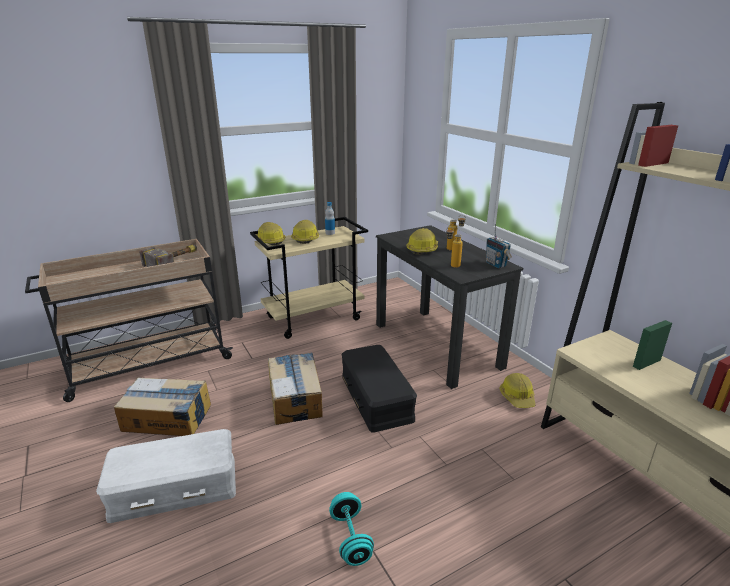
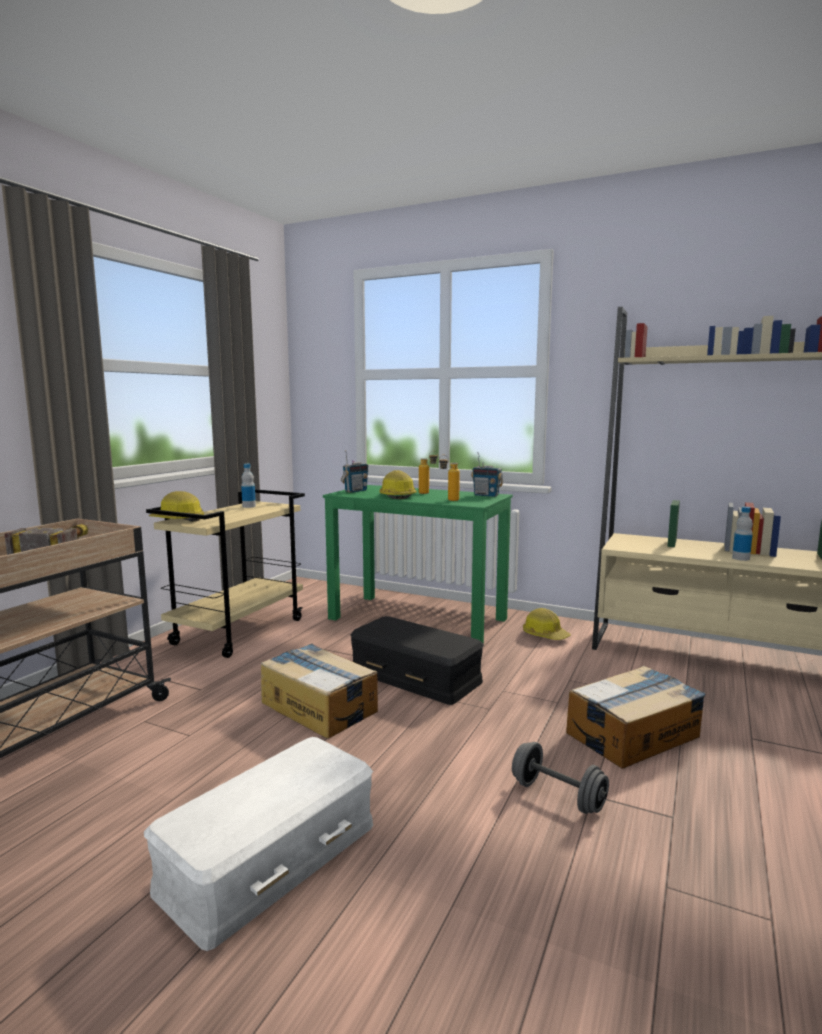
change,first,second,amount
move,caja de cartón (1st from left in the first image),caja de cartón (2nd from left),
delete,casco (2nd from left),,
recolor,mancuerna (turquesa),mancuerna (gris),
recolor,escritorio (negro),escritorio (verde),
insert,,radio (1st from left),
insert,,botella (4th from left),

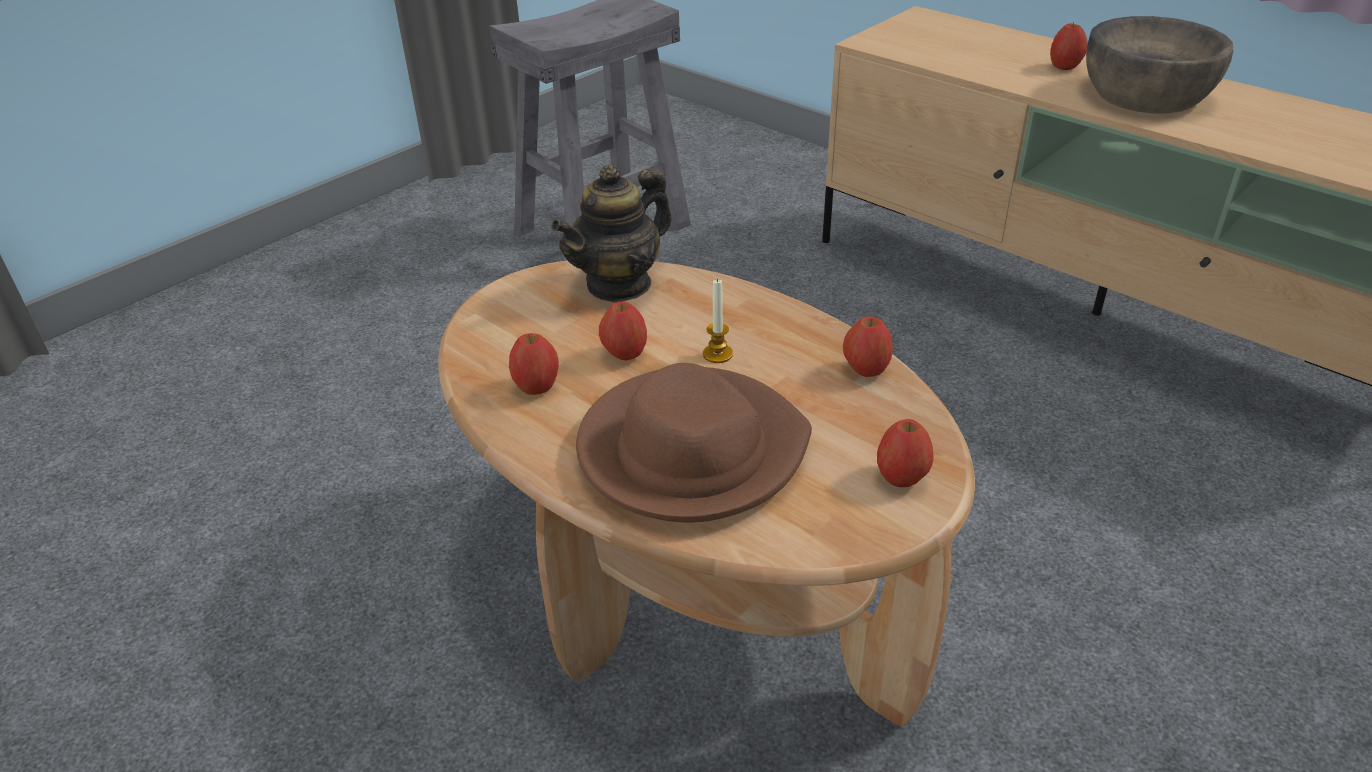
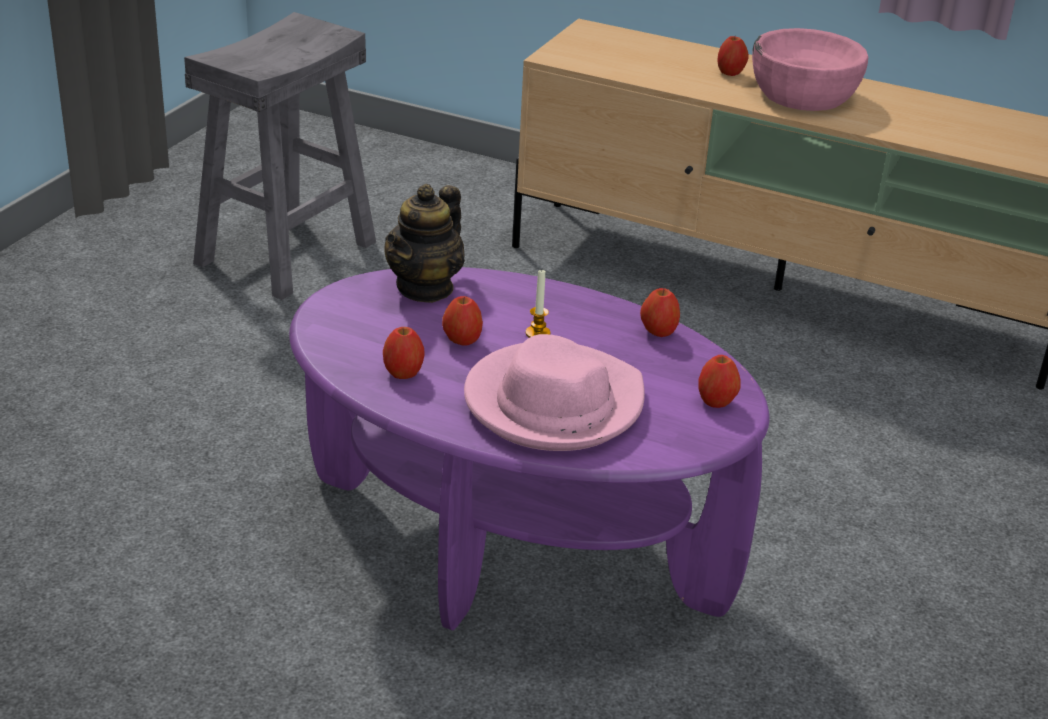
change,first,second,amount
recolor,mesa de centro (marrón),mesa de centro (morado),
recolor,sombrero (marrón),sombrero (rosa),
recolor,cuenco (marrón),cuenco (rosa),

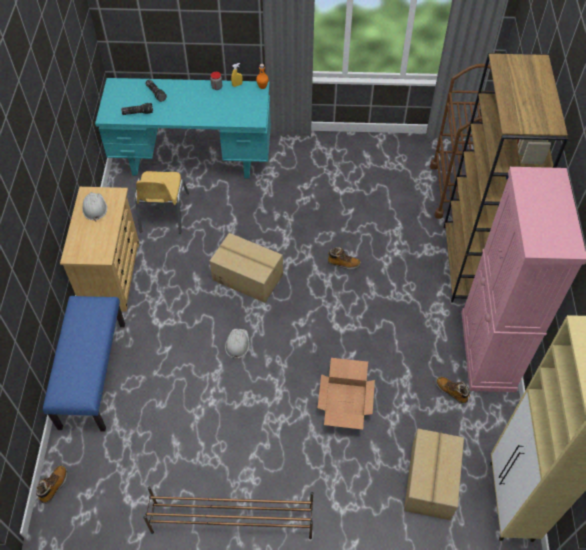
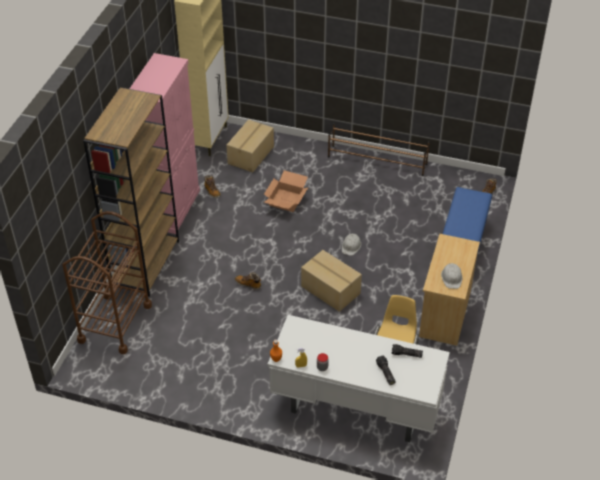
change,first,second,amount
recolor,escritorio (turquesa),escritorio (blanco),

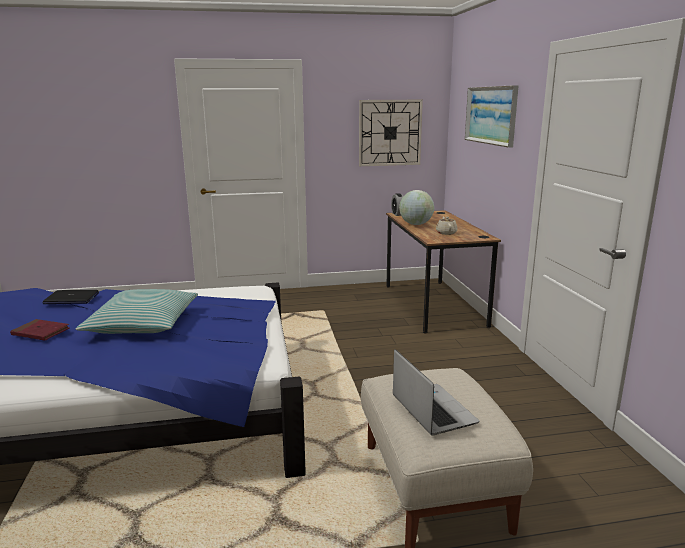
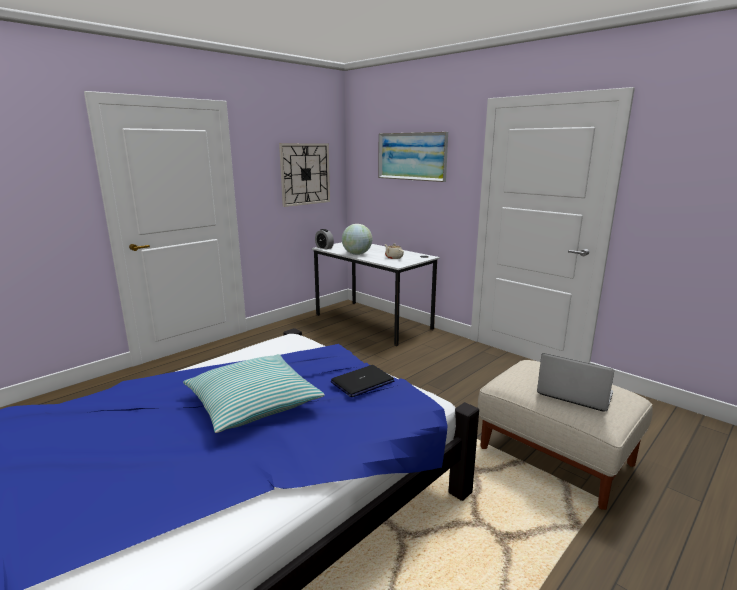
change,first,second,amount
delete,libro (rojo),,
move,portátil (1st from left),,
recolor,escritorio (marrón),escritorio (blanco),

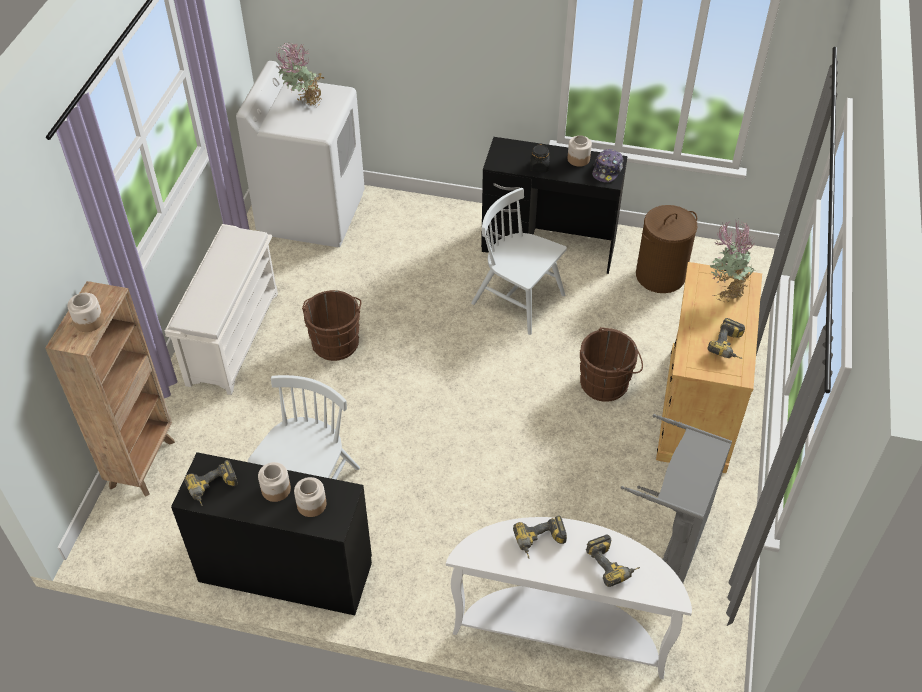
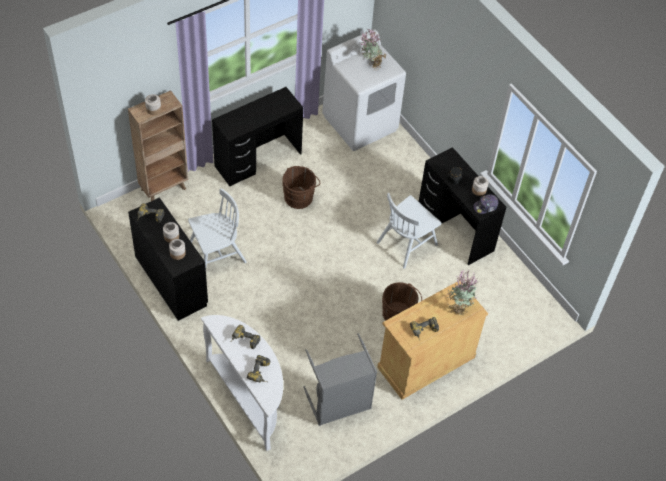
change,first,second,amount
replace,zapatero (blanco),escritorio (negro) (2nd from left),
rotate,silla (blanco) (2nd from left),,120 degrees counterclockwise
delete,cesto de la ropa (marrón),,

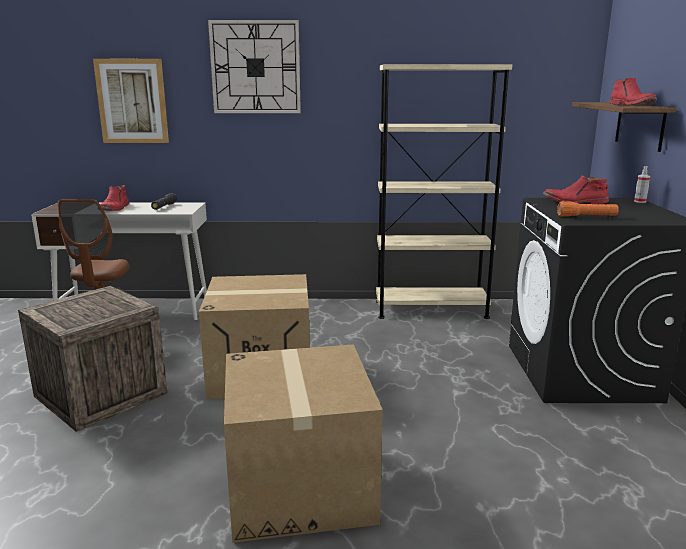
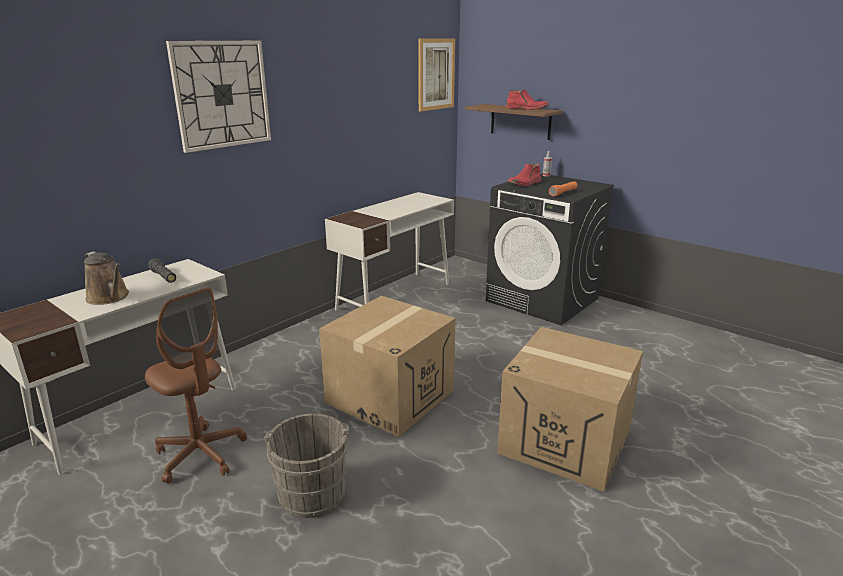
change,first,second,amount
replace,caja de embalaje,cubo (gris),
move,cuadro,,
replace,bota (rojo) (1st from left),regadera (marrón),
replace,estantería (beis),escritorio (blanco) (2nd from left),

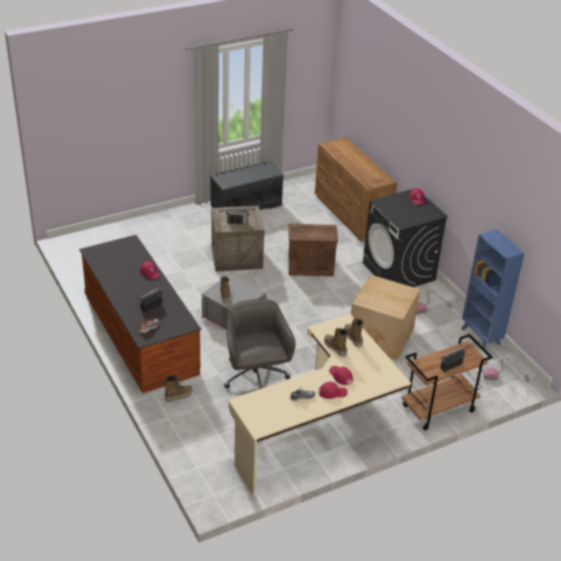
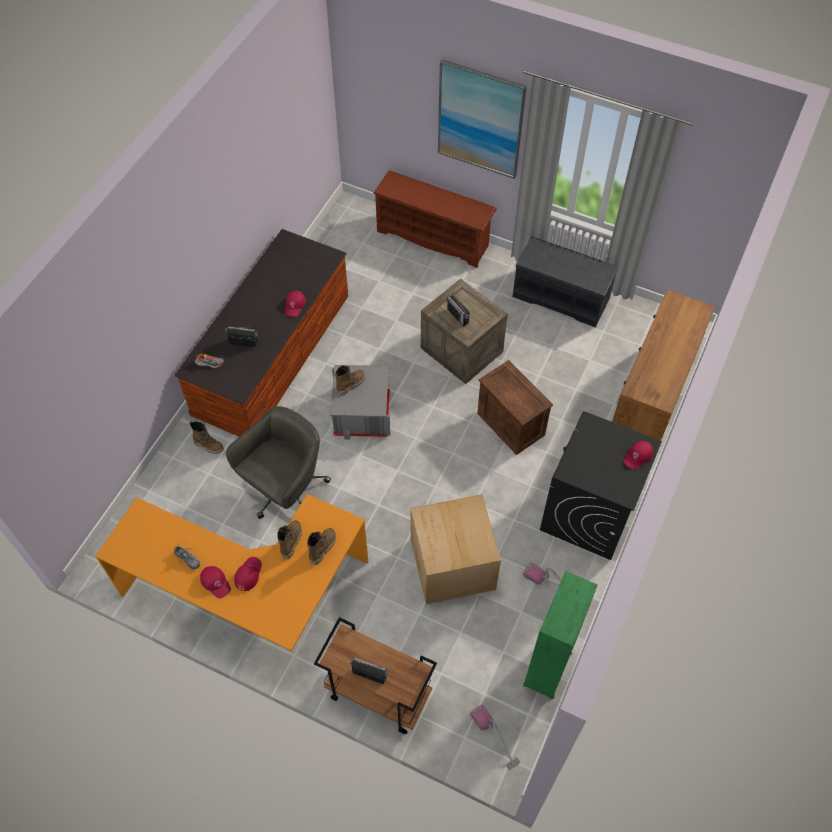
change,first,second,amount
recolor,escritorio (beis),escritorio (naranja),
recolor,estantería (azul),estantería (verde),
insert,,zapatero (marrón),
insert,,cuadro,

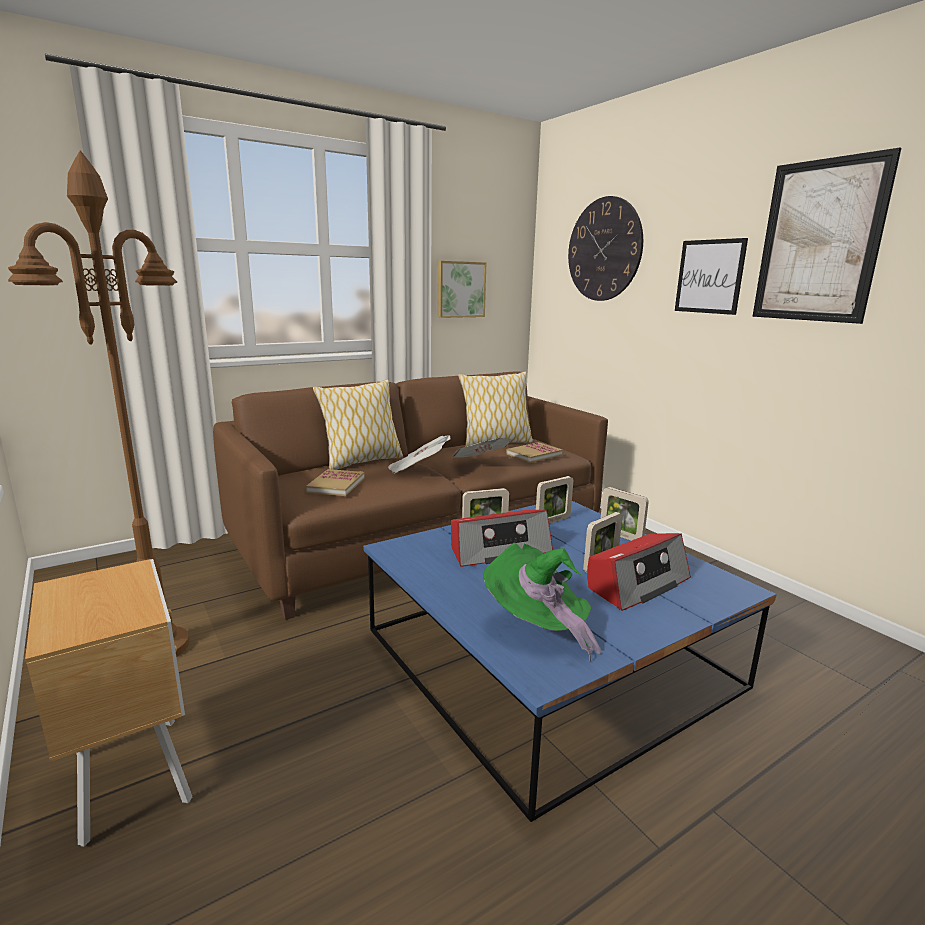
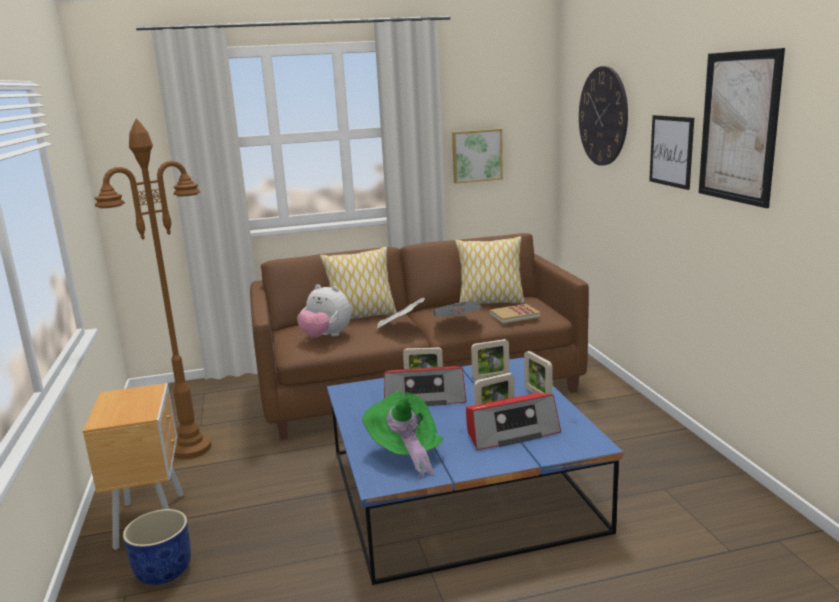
change,first,second,amount
replace,libro (1st from left),peluche,
insert,,maceta (azul),

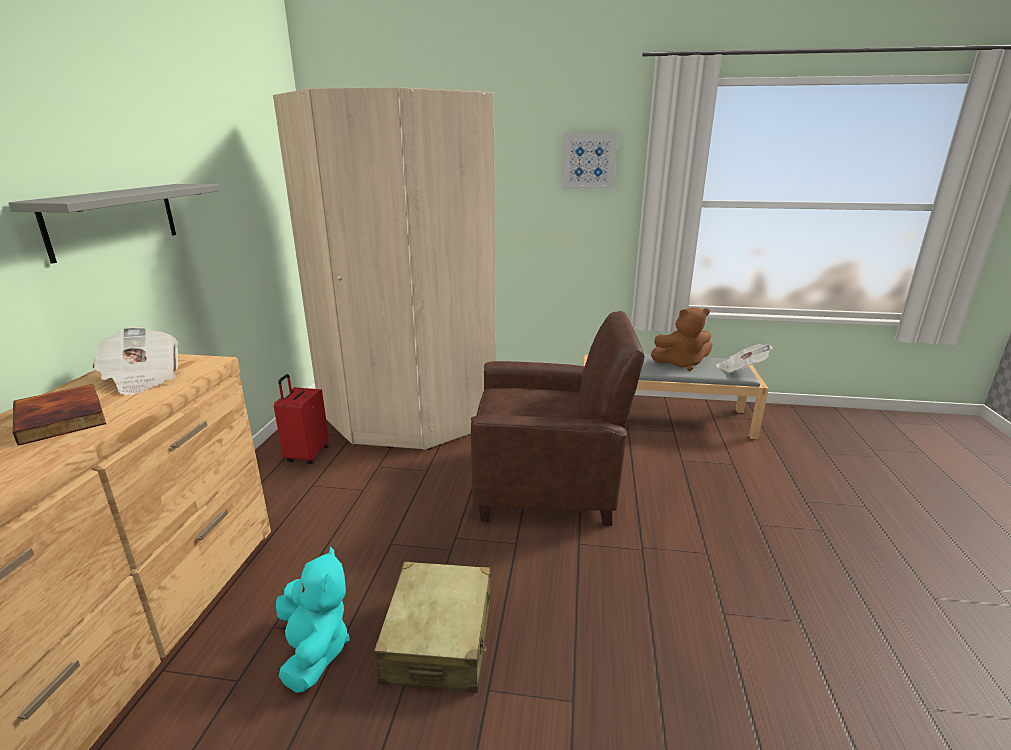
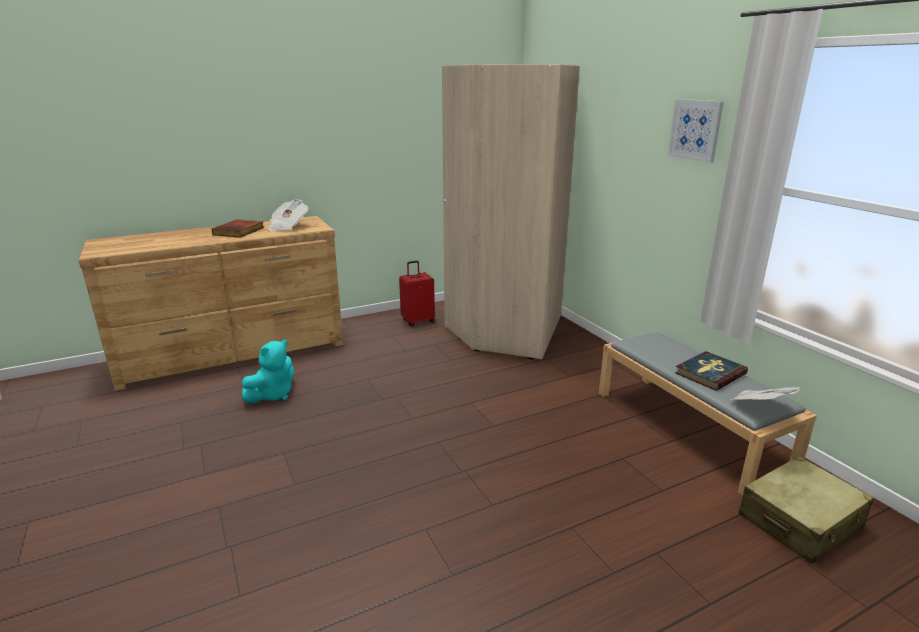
change,first,second,amount
delete,estante (gris),,
move,maleta (beis),,
delete,sillón (marrón),,
replace,peluche (marrón),libro (2nd from left),

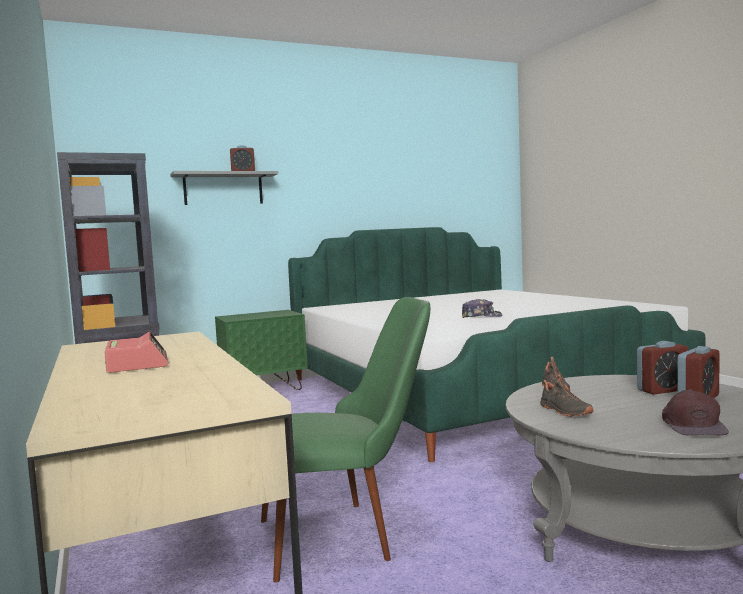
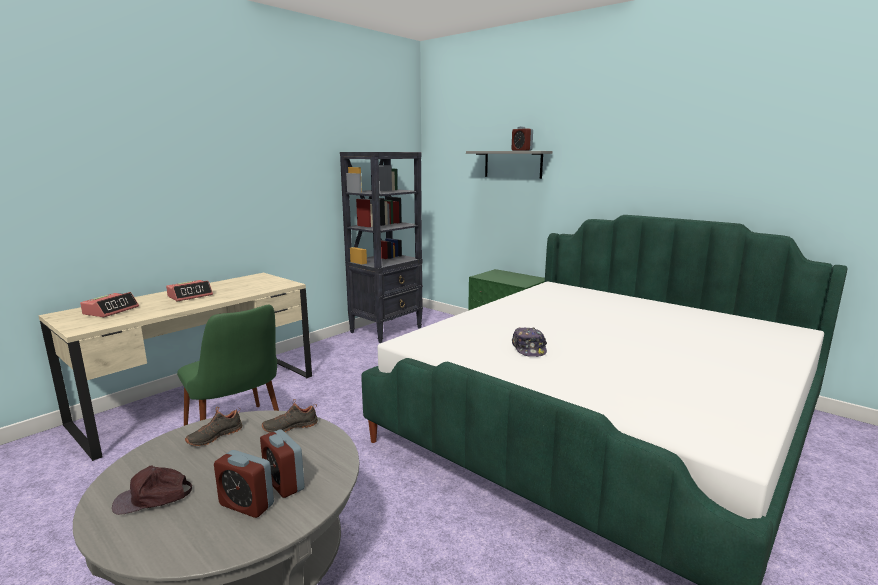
change,first,second,amount
insert,,despertador (1st from left),

